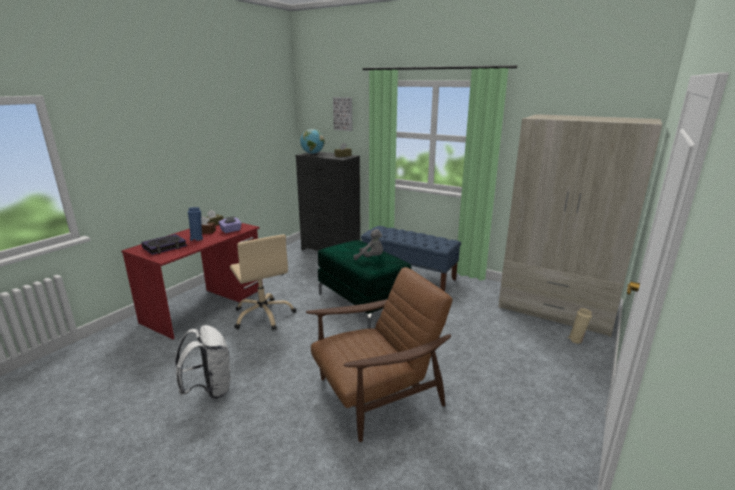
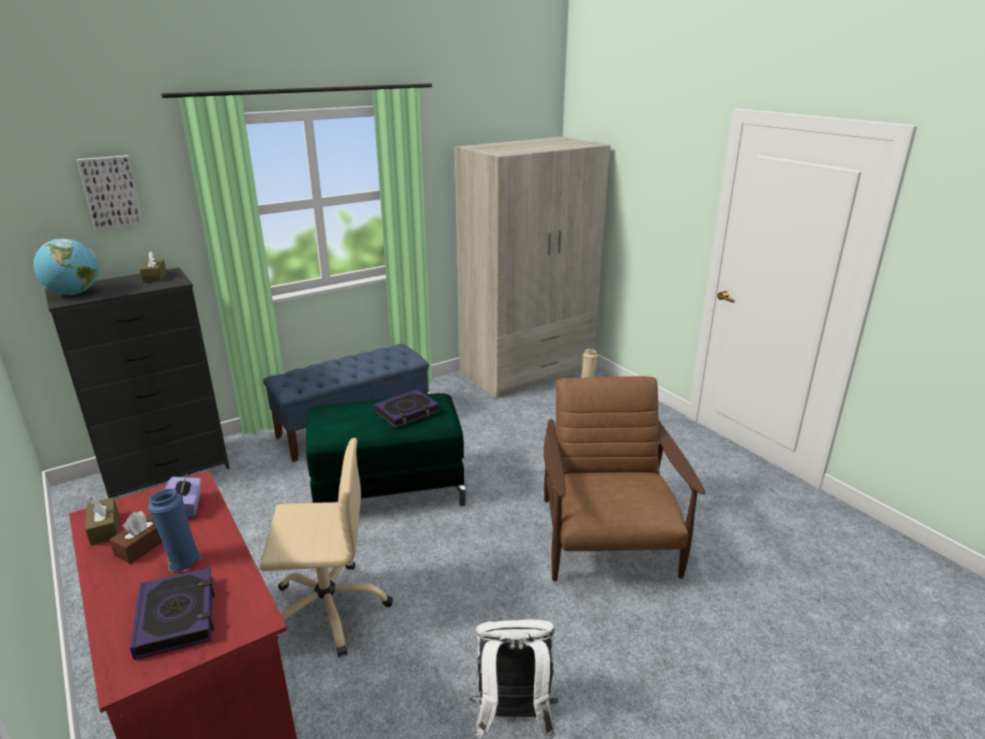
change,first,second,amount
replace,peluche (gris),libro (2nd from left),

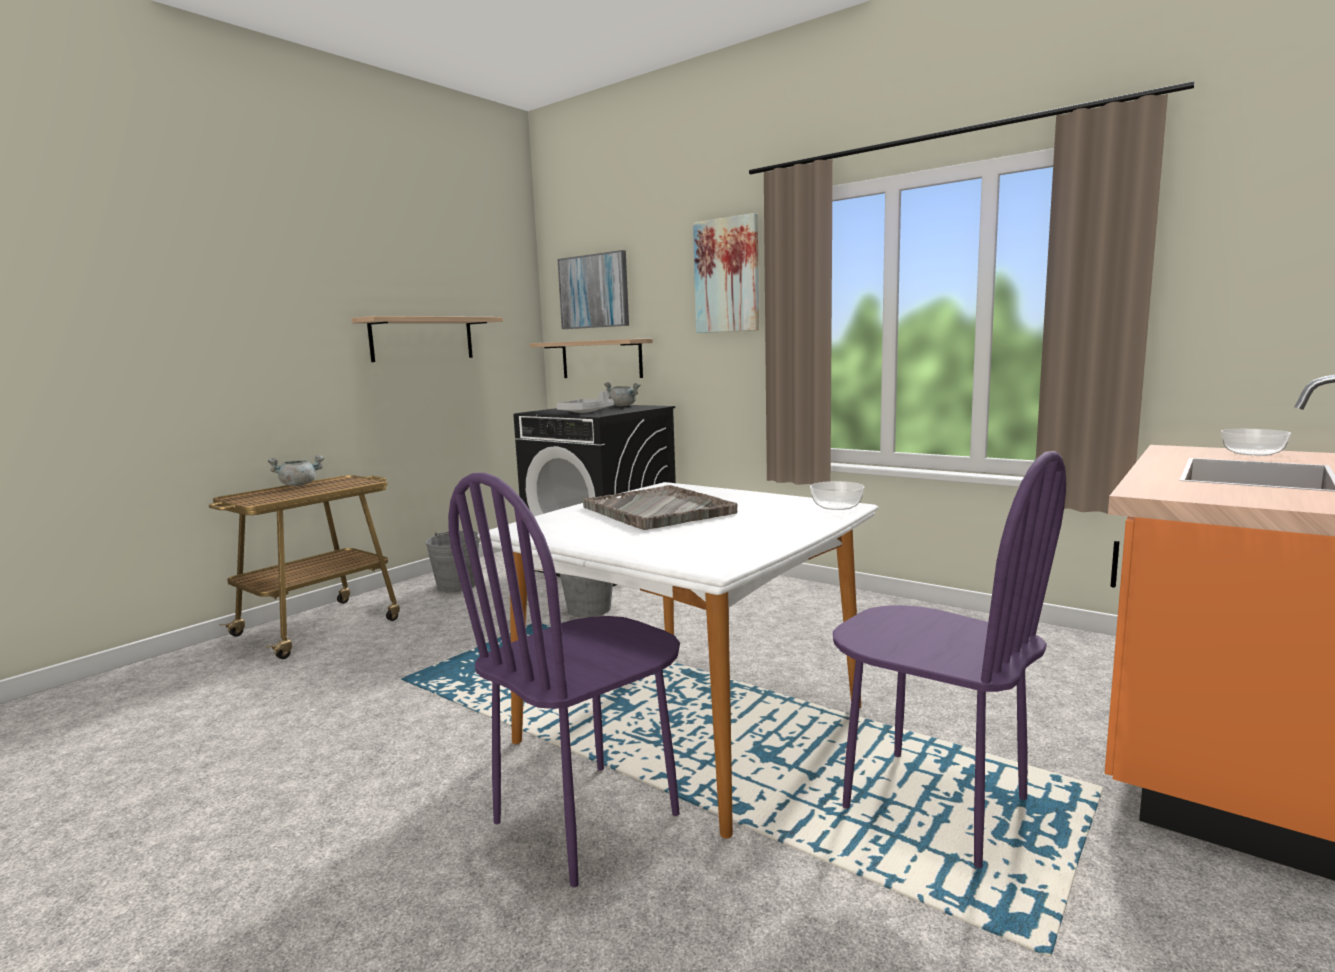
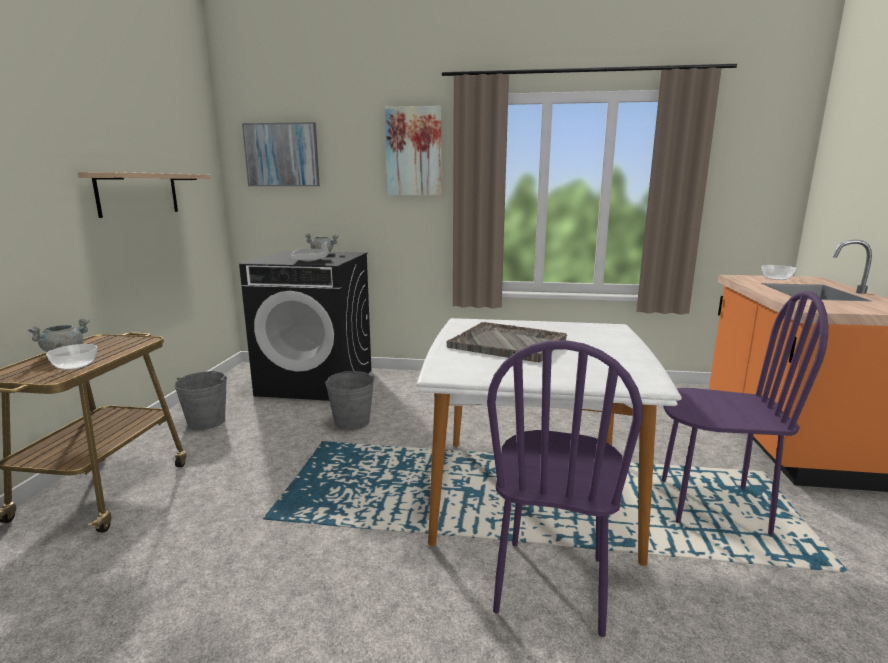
change,first,second,amount
delete,estante (2nd from left),,
move,cuenco (1st from left),,

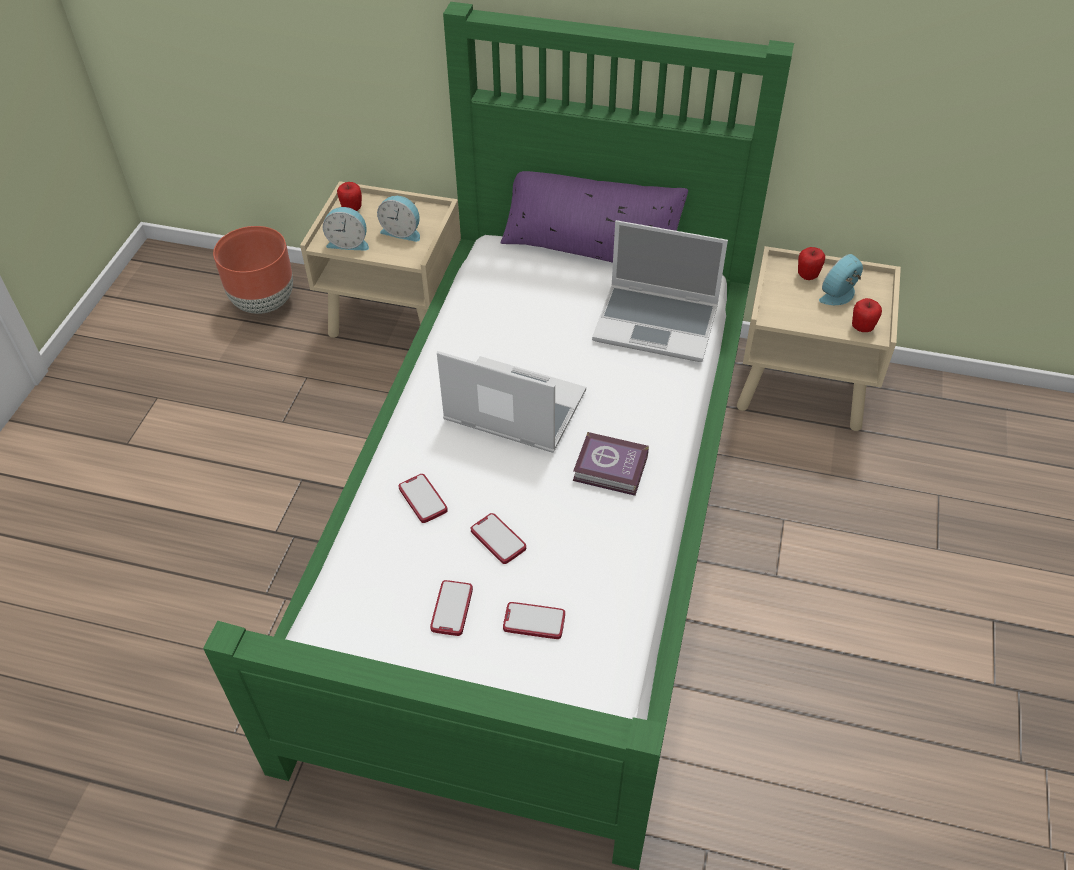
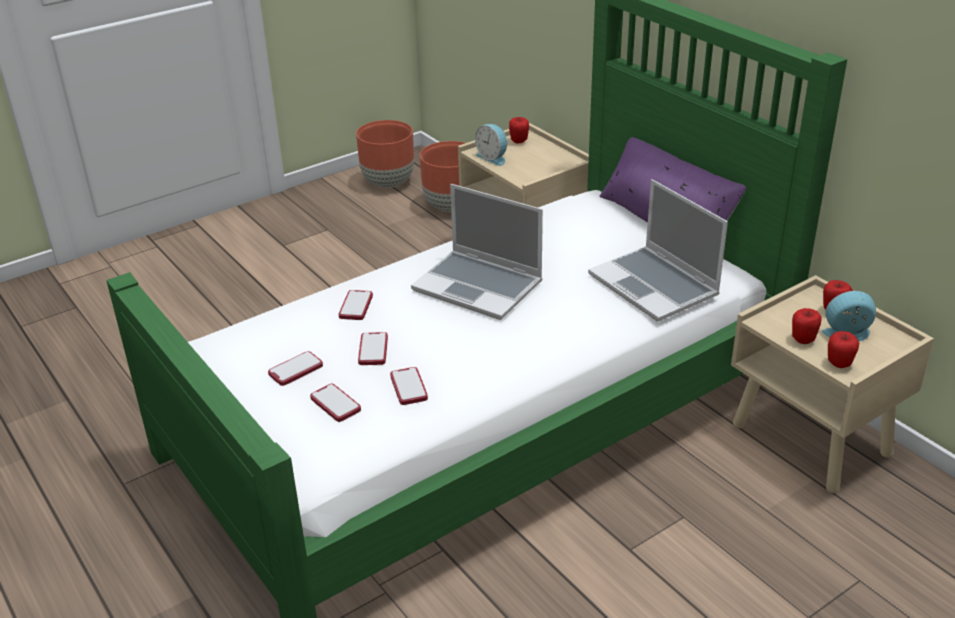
change,first,second,amount
delete,despertador (2nd from left),,
rotate,portátil (1st from left),,150 degrees clockwise
delete,libro,,
insert,,maceta (marrón) (1st from left),
insert,,móvil (5th from left),
insert,,manzana (2nd from left),

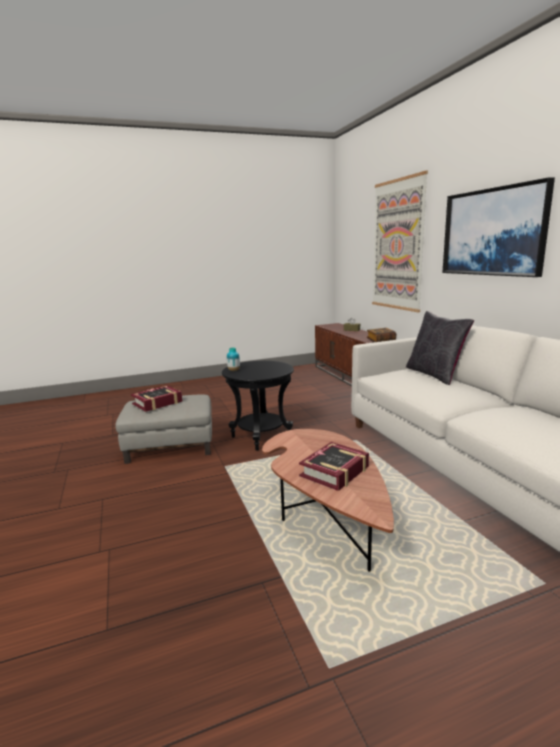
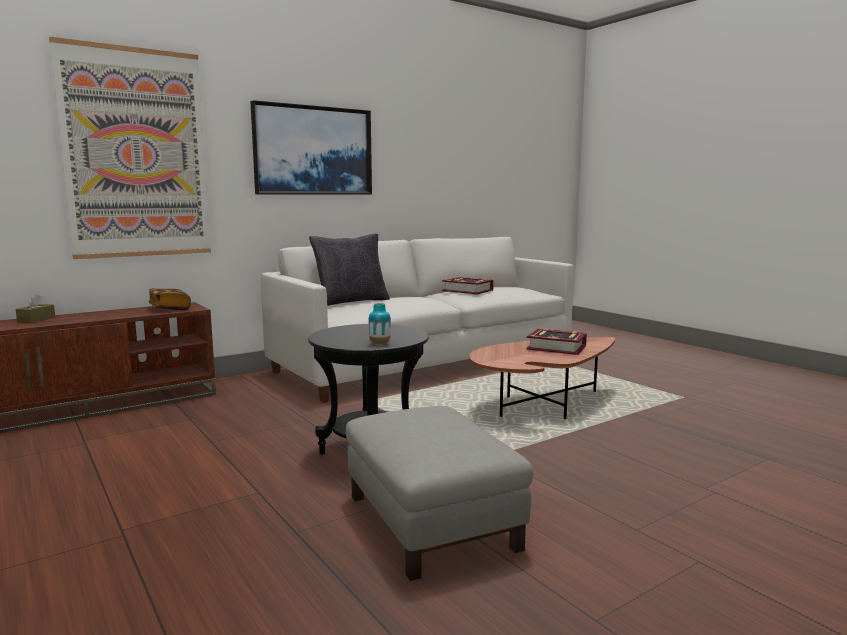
change,first,second,amount
move,libro (1st from left in the first image),libro (2nd from left),

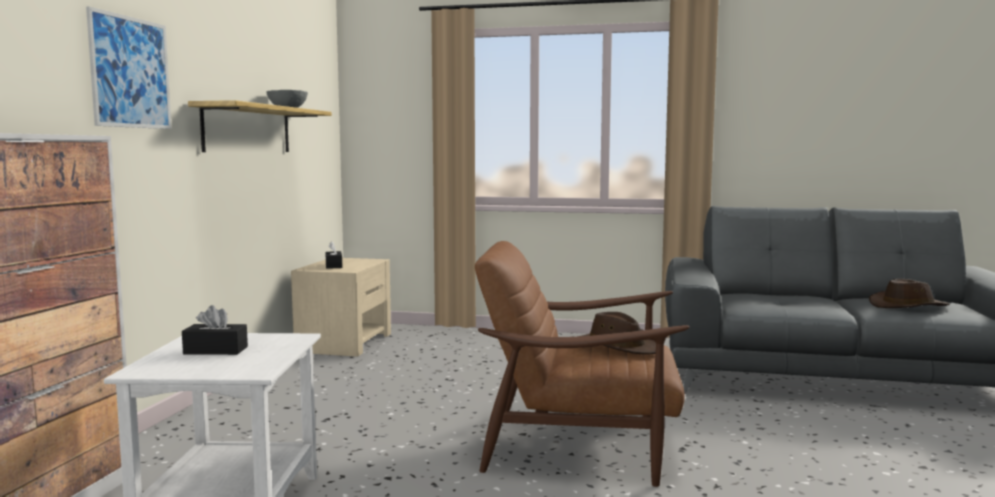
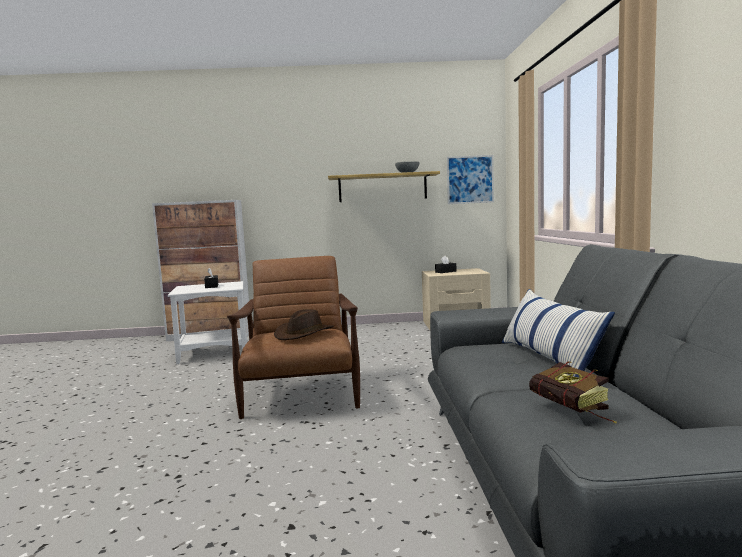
change,first,second,amount
move,cuadro,,
replace,sombrero (marrón) (2nd from left),libro,
insert,,cojín,

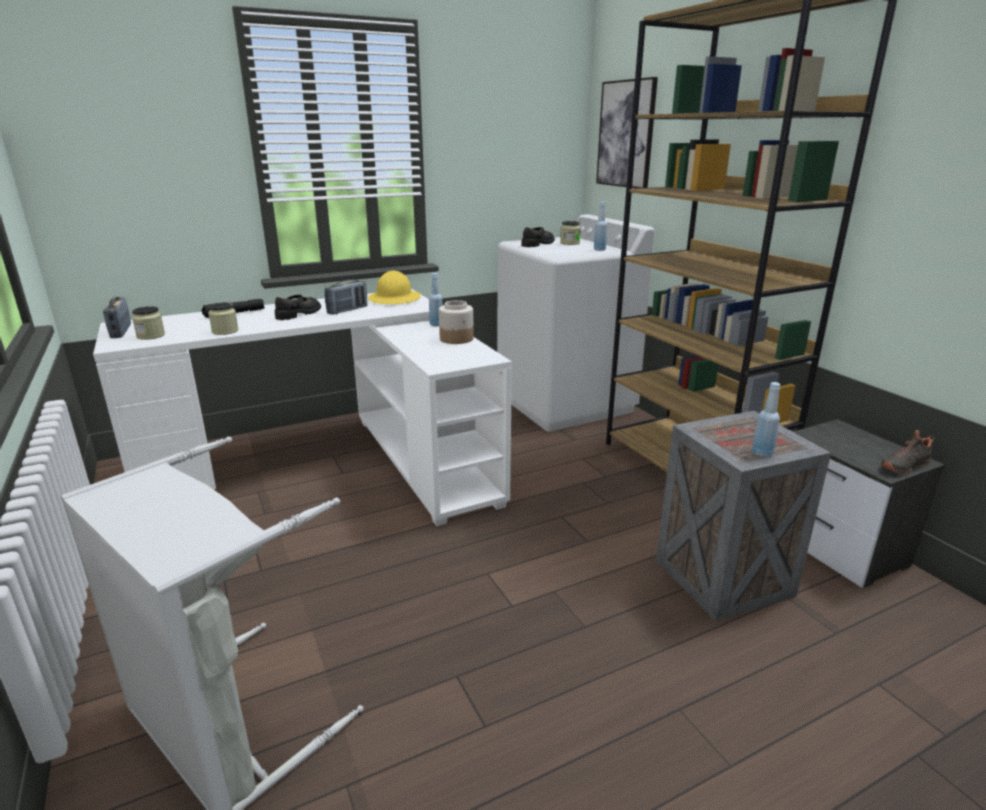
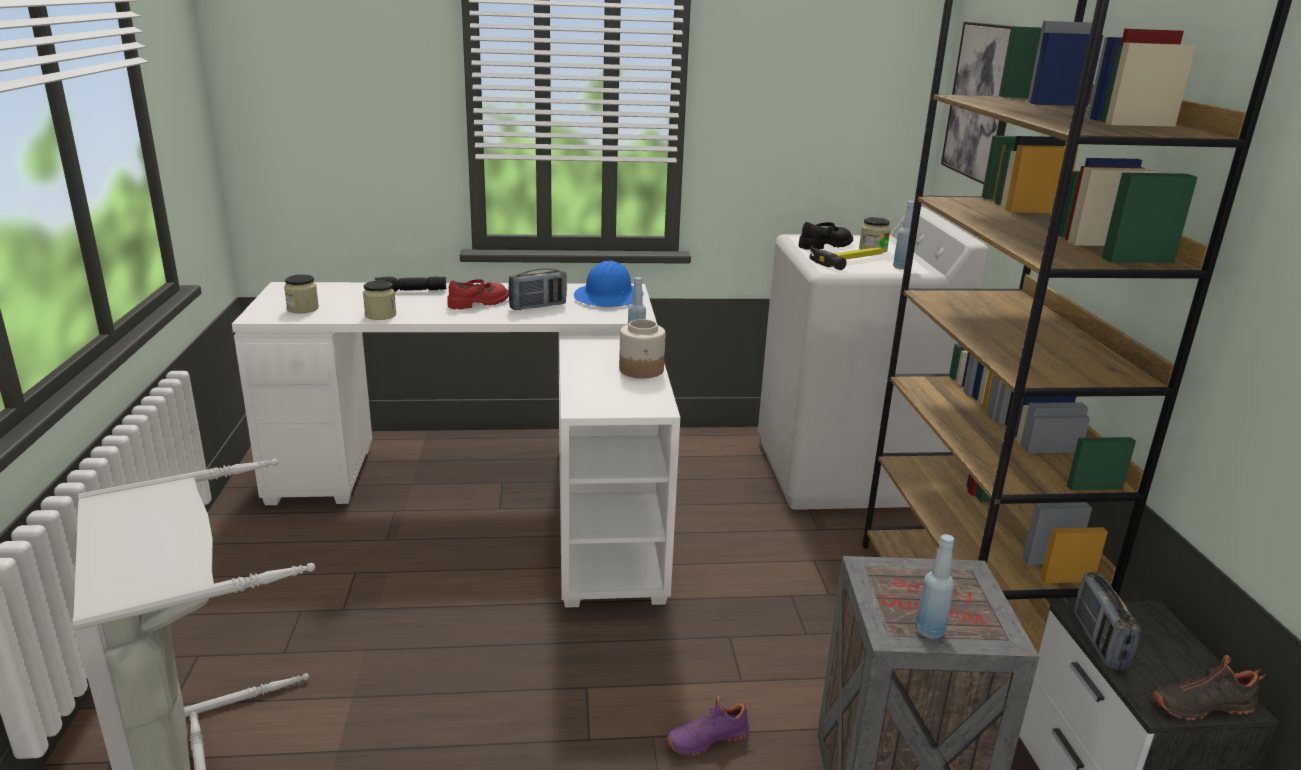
change,first,second,amount
move,radio (1st from left in the first image),radio (2nd from left),
recolor,zapato (negro) (1st from left),zapato (rojo),
recolor,casco (amarillo),casco (azul),
insert,,zapato (morado),
insert,,martillo,

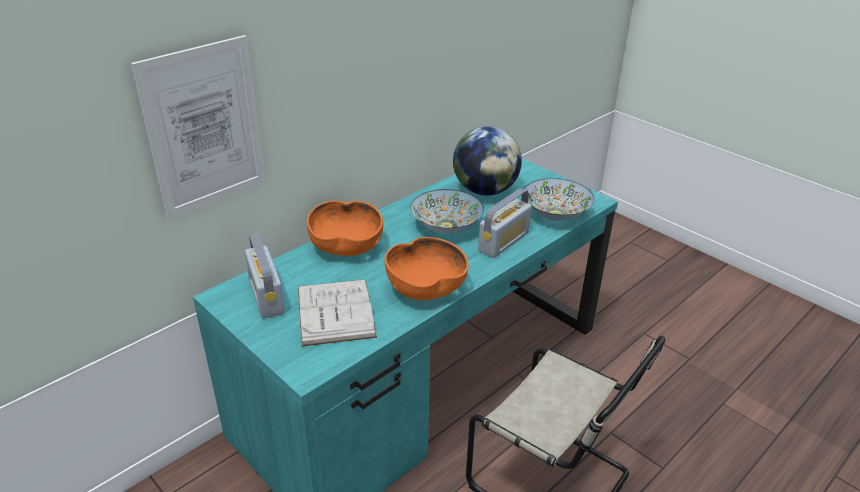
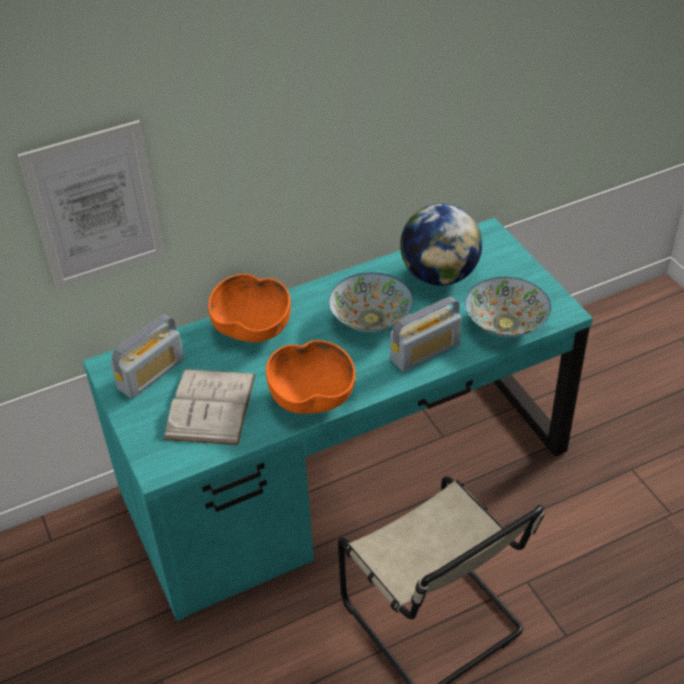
change,first,second,amount
rotate,radio (1st from left),,135 degrees counterclockwise

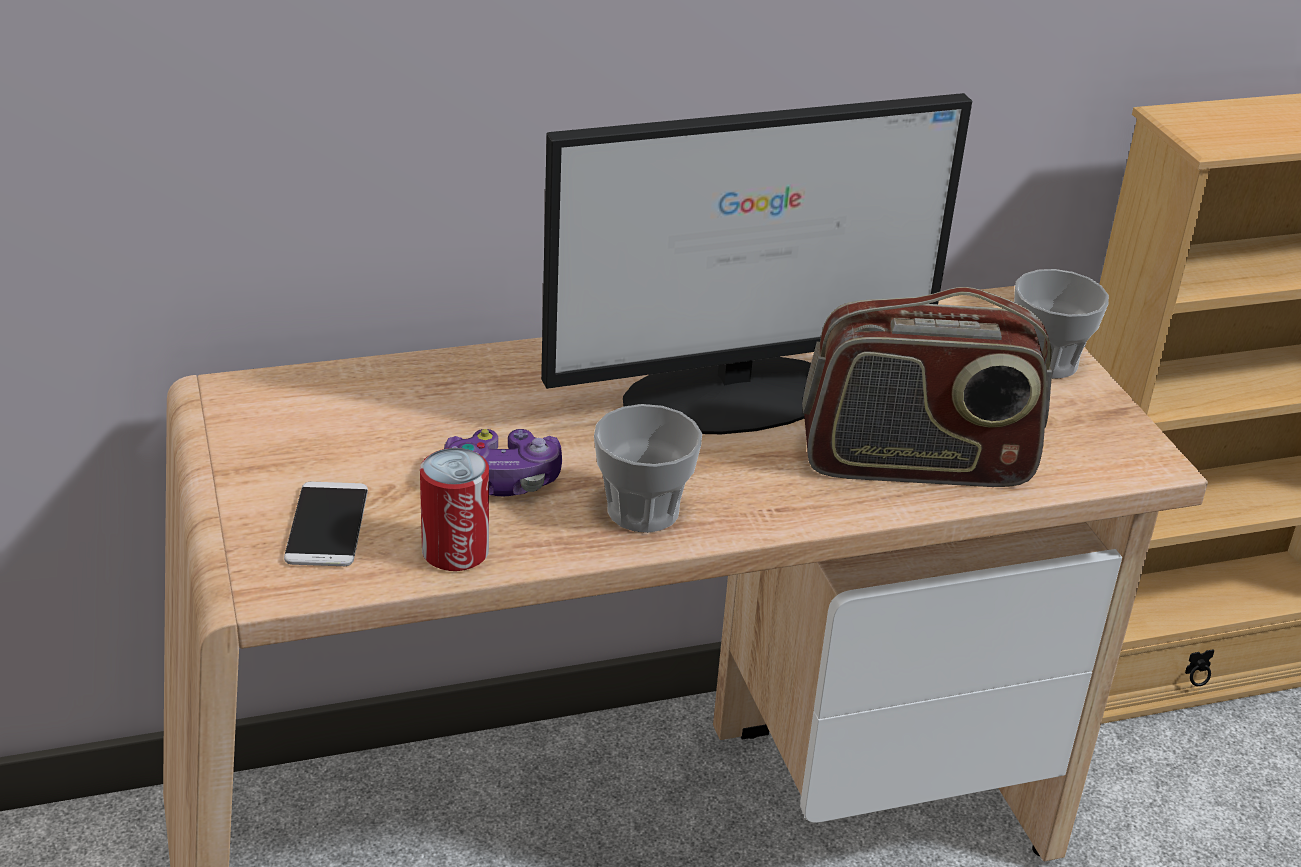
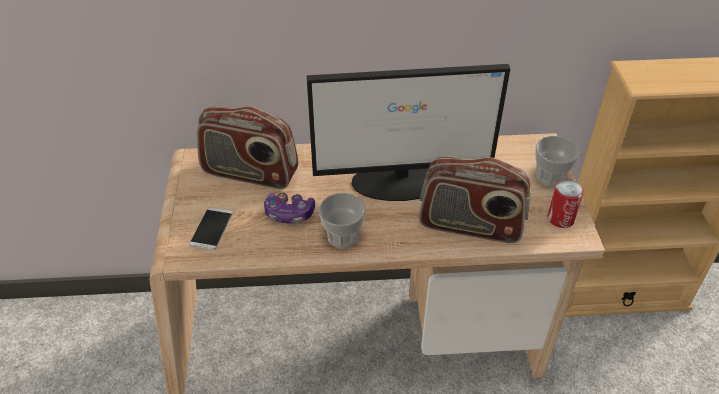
change,first,second,amount
move,lata,,
insert,,radio (1st from left),

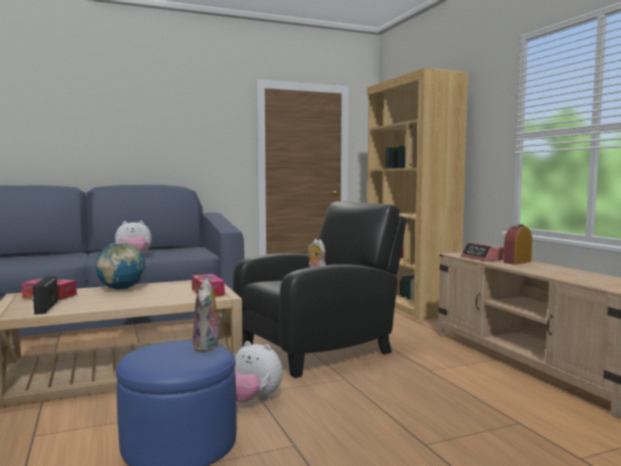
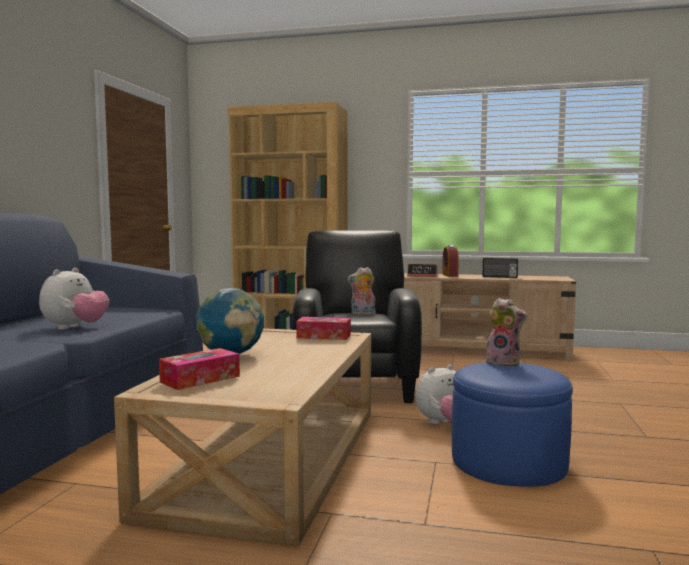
change,first,second,amount
move,radio,,

